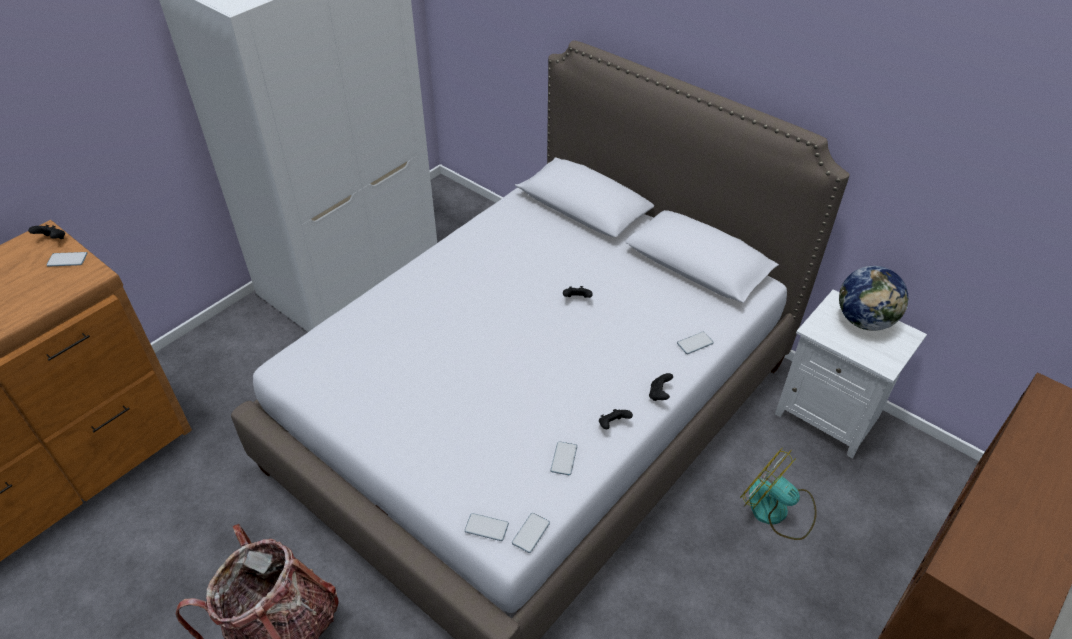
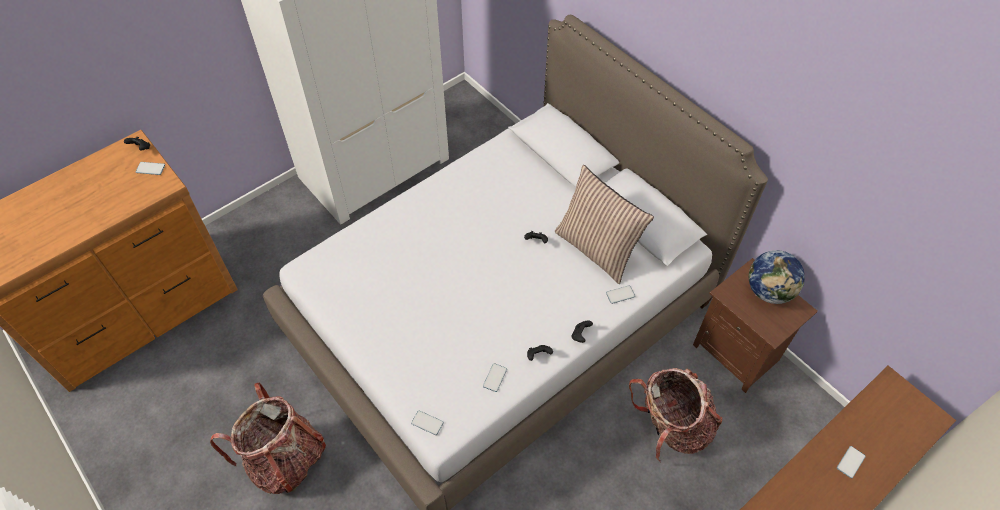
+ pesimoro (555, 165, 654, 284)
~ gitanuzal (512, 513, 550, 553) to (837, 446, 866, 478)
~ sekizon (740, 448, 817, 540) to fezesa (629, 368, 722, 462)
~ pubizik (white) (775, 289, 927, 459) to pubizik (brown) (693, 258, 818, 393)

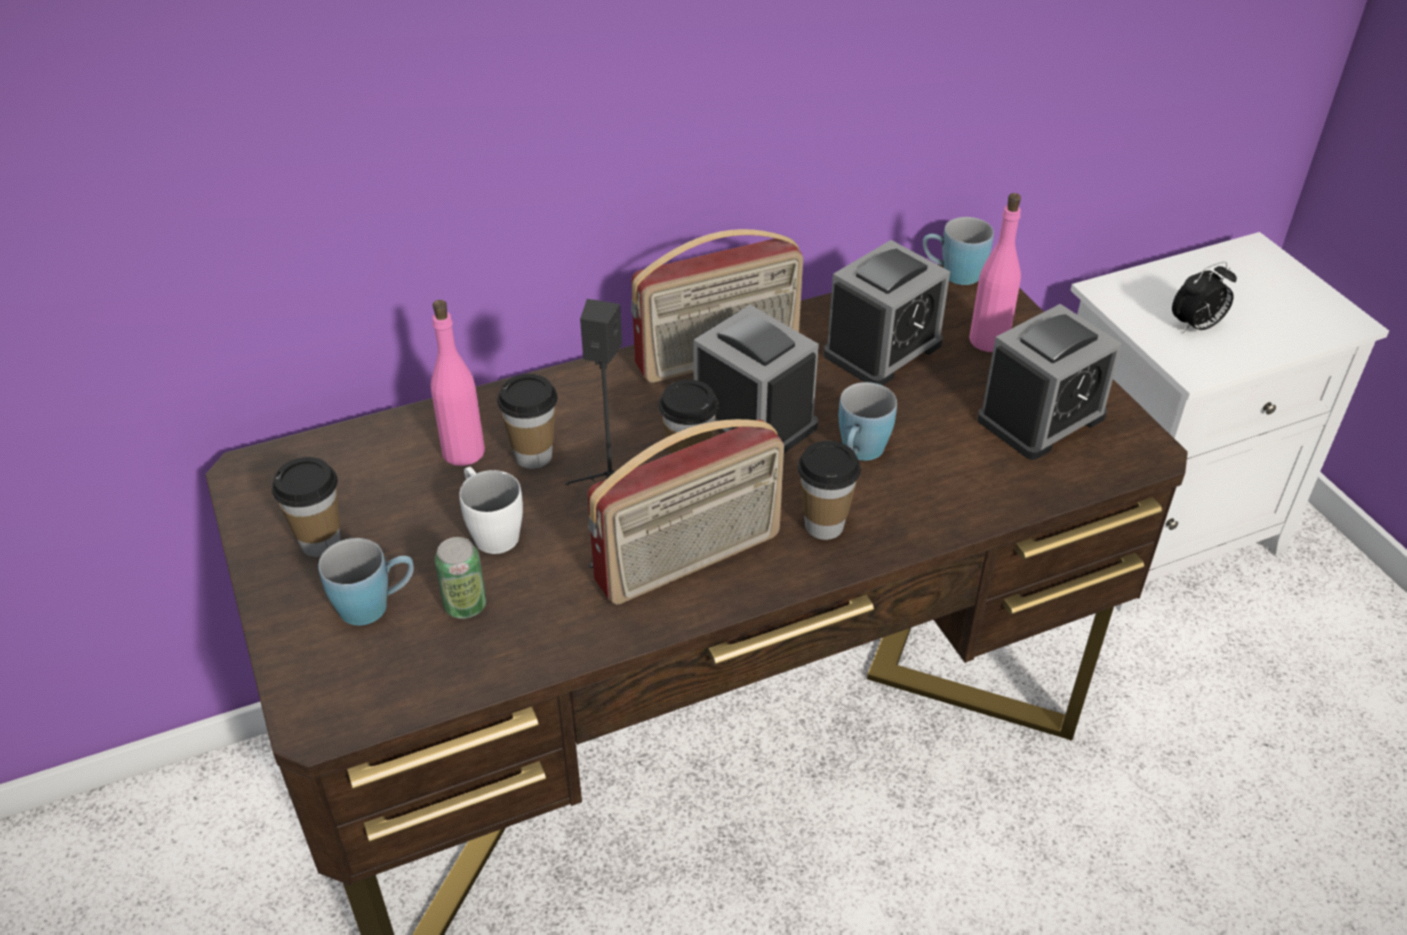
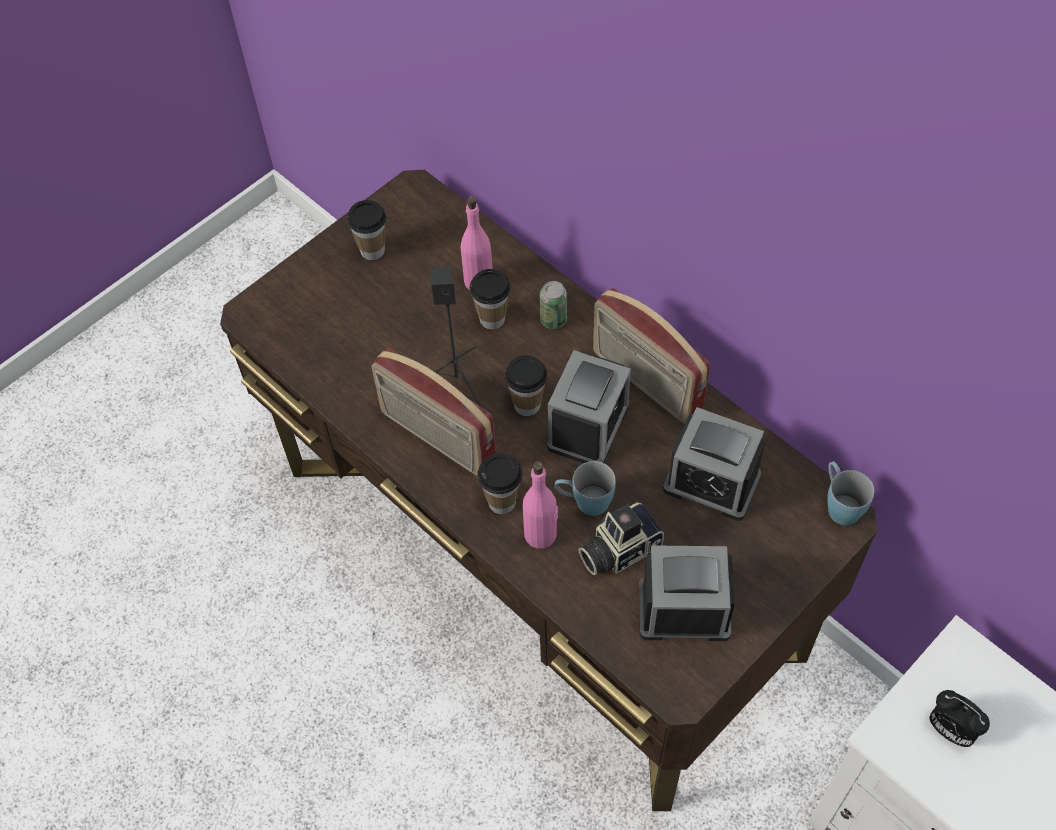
- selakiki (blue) (318, 538, 414, 626)
- selakiki (white) (459, 467, 523, 554)
+ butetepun (579, 502, 664, 575)
~ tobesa (435, 537, 486, 619) to (540, 281, 567, 329)
~ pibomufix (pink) (969, 193, 1021, 352) to (523, 461, 558, 549)
~ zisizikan (977, 304, 1122, 460) = (639, 545, 735, 641) 150 degrees clockwise

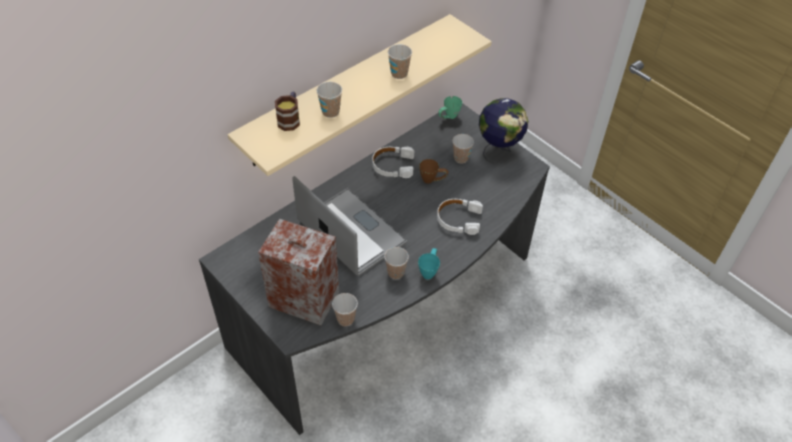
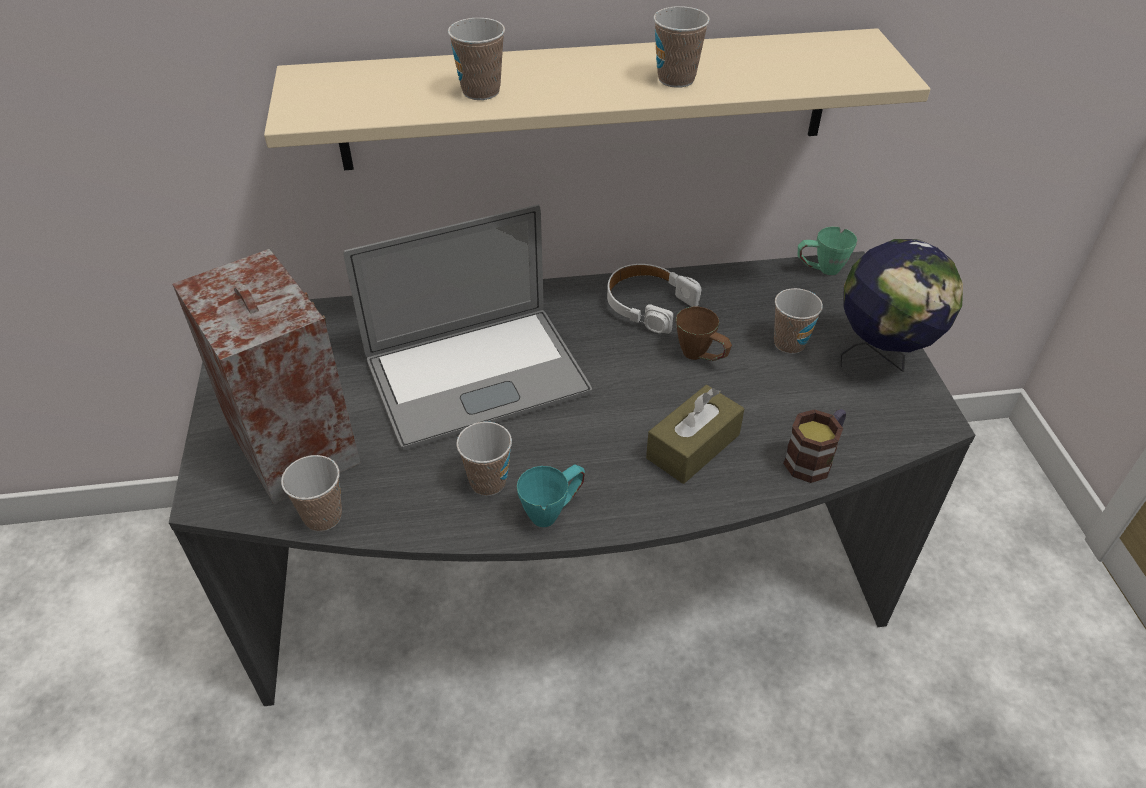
~ selakiki (275, 91, 300, 131) to (783, 409, 846, 483)
~ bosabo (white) (437, 199, 483, 235) to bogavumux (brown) (646, 385, 744, 484)
~ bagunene (292, 176, 407, 276) = (343, 205, 592, 451) 75 degrees clockwise

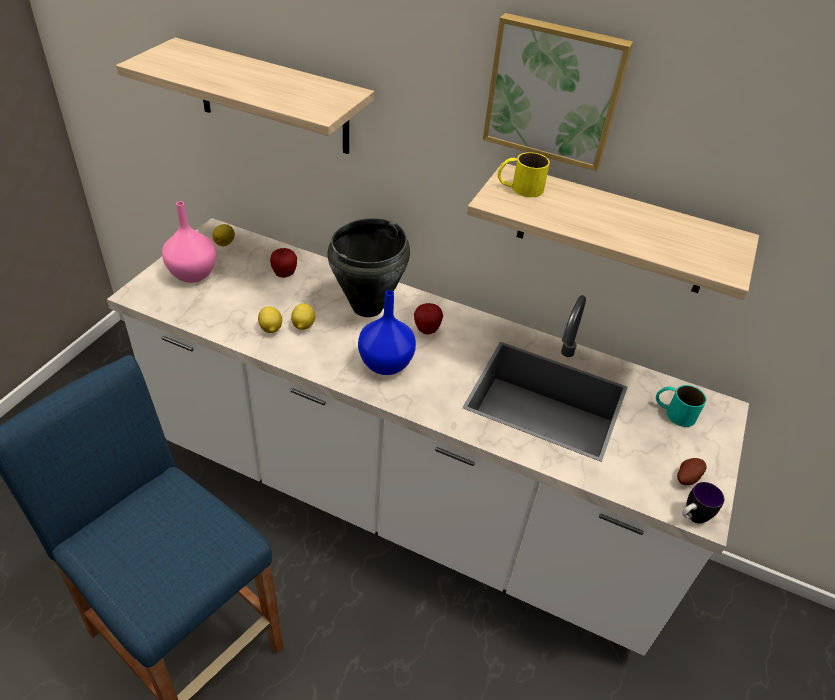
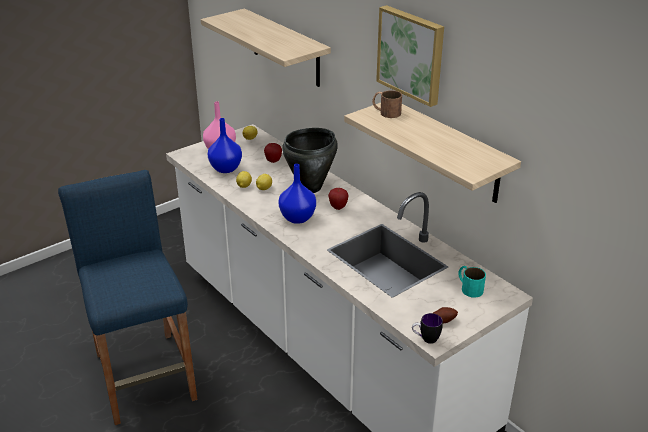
+ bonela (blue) (207, 118, 242, 173)
~ selakiki (yellow) (498, 152, 550, 197) to selakiki (brown) (372, 90, 402, 118)

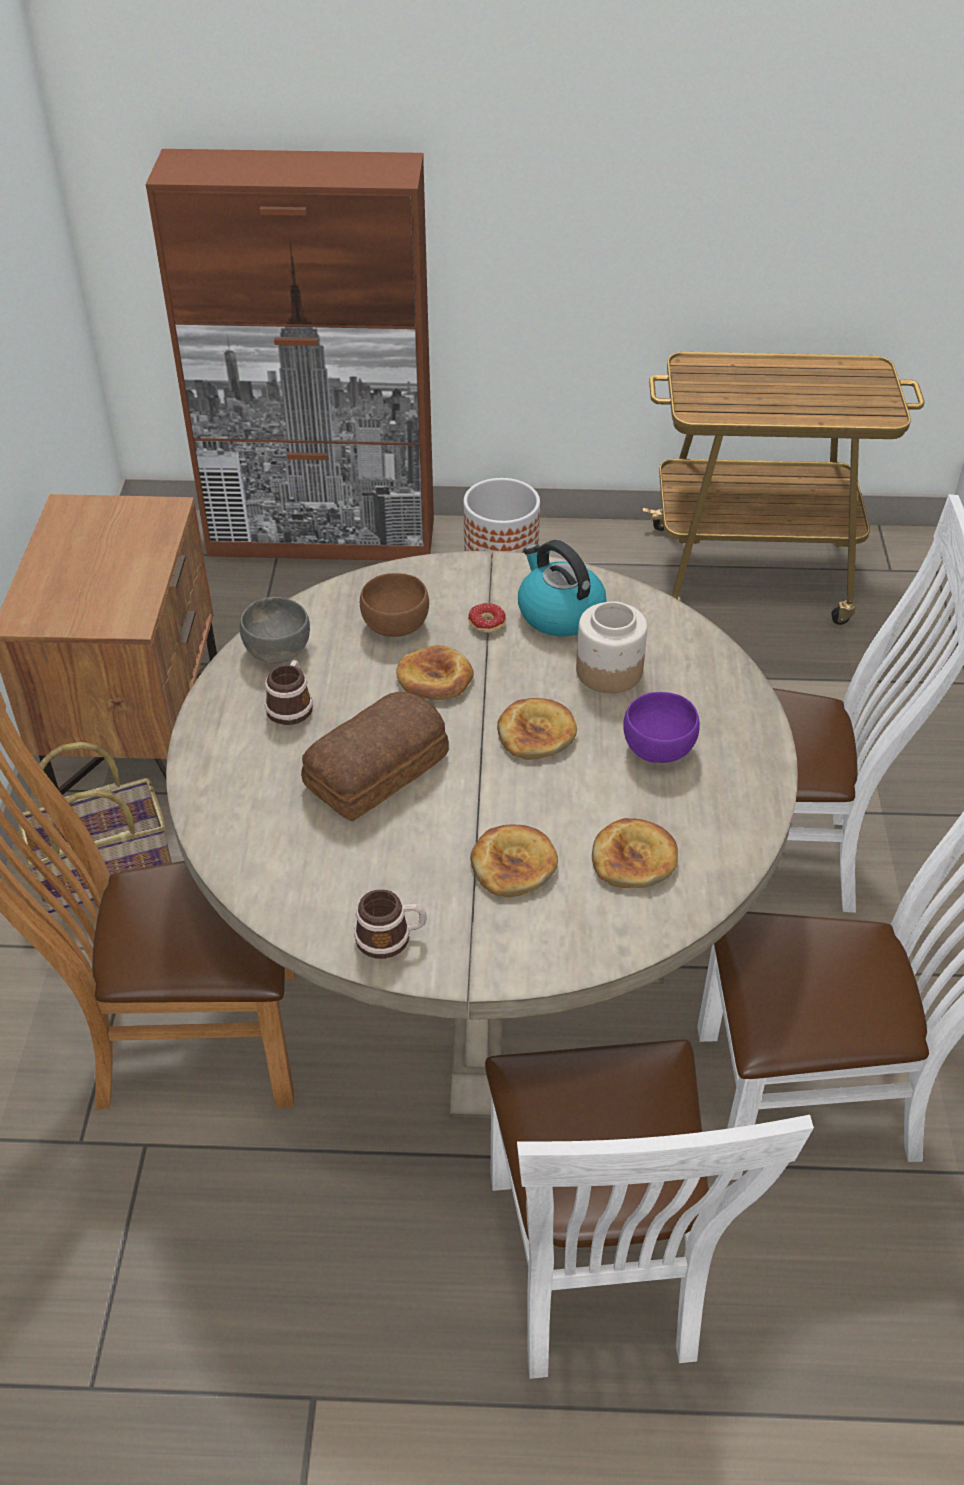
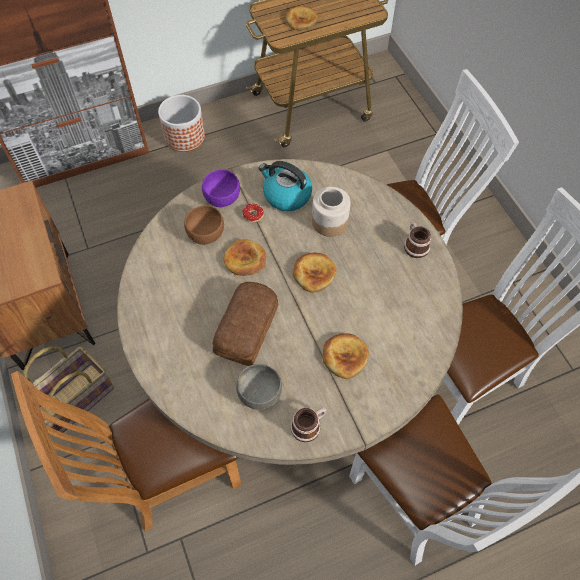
~ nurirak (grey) (240, 597, 310, 664) to (236, 364, 282, 410)
~ selakiki (265, 660, 313, 725) to (404, 222, 431, 258)
~ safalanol (592, 818, 678, 888) to (285, 6, 318, 31)
~ nurirak (purple) (623, 692, 700, 763) to (202, 169, 240, 207)

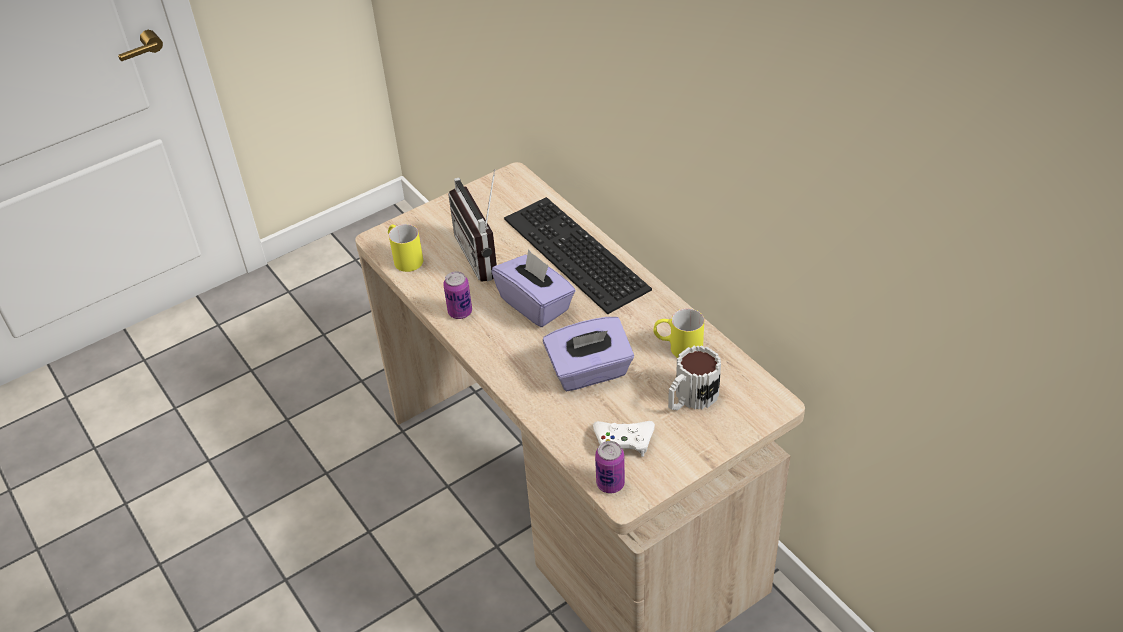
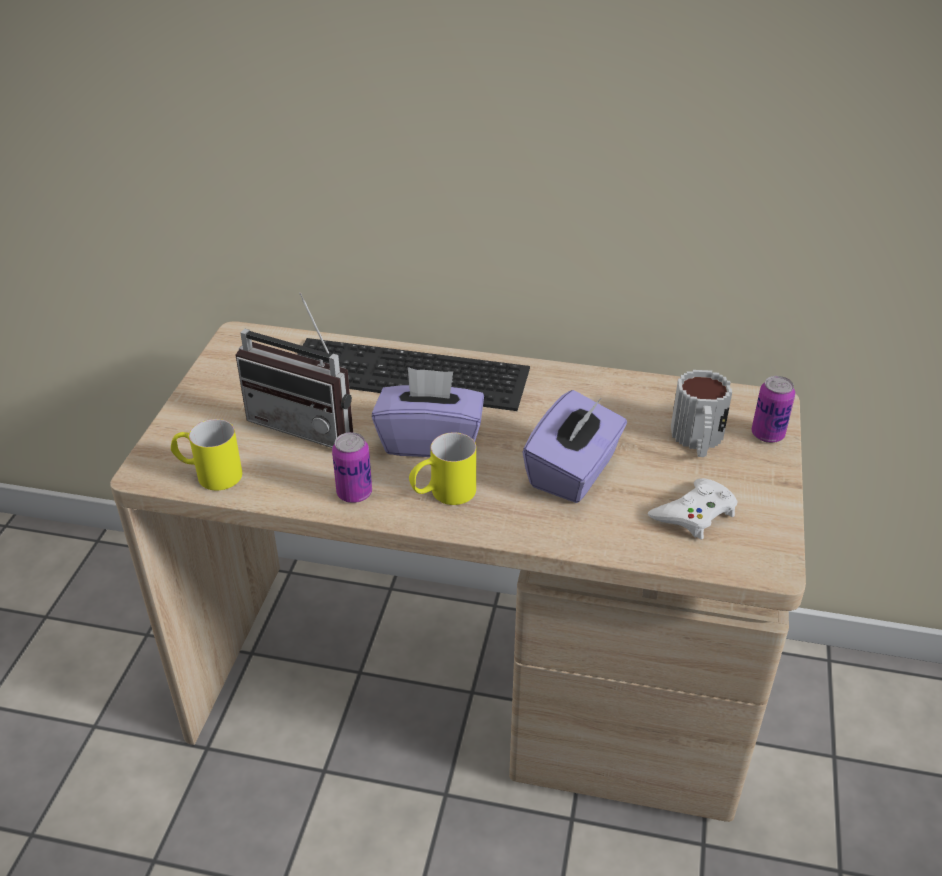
~ tobesa (595, 441, 625, 493) to (751, 376, 795, 443)
~ selakiki (yellow) (653, 308, 704, 358) to (409, 432, 476, 505)

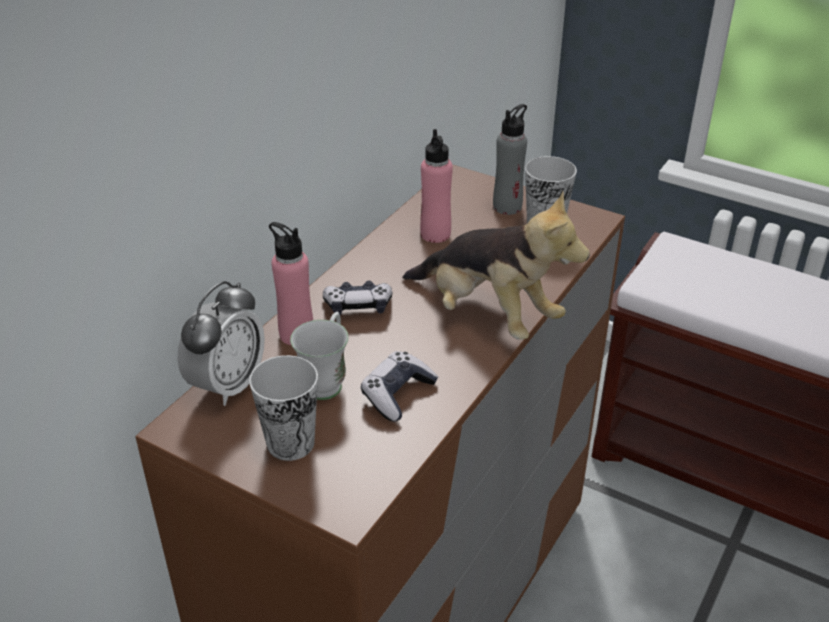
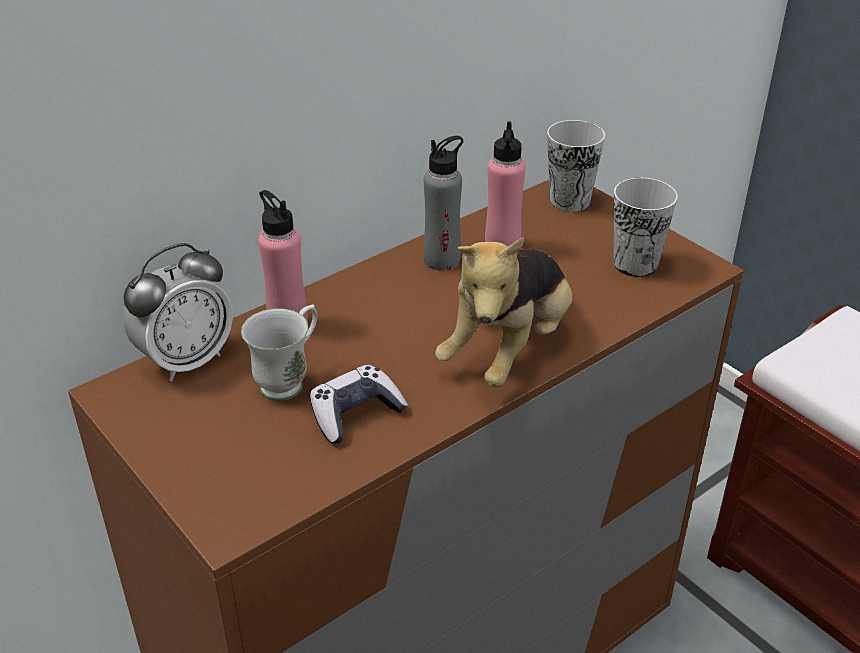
- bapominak (323, 281, 392, 315)
~ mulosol (249, 355, 318, 461) to (547, 120, 605, 212)
~ pibomufix (grey) (493, 104, 527, 215) to (424, 136, 463, 271)
~ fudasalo (403, 191, 590, 340) = (435, 237, 572, 387) 60 degrees clockwise

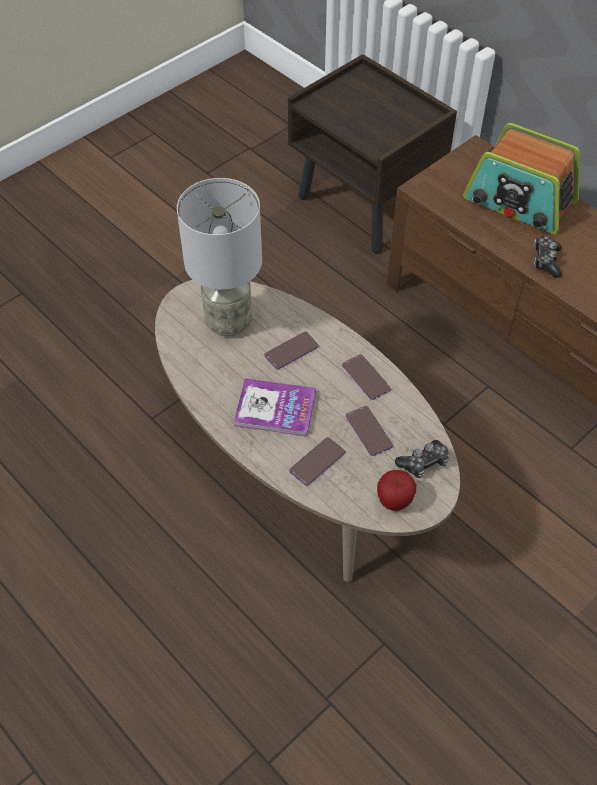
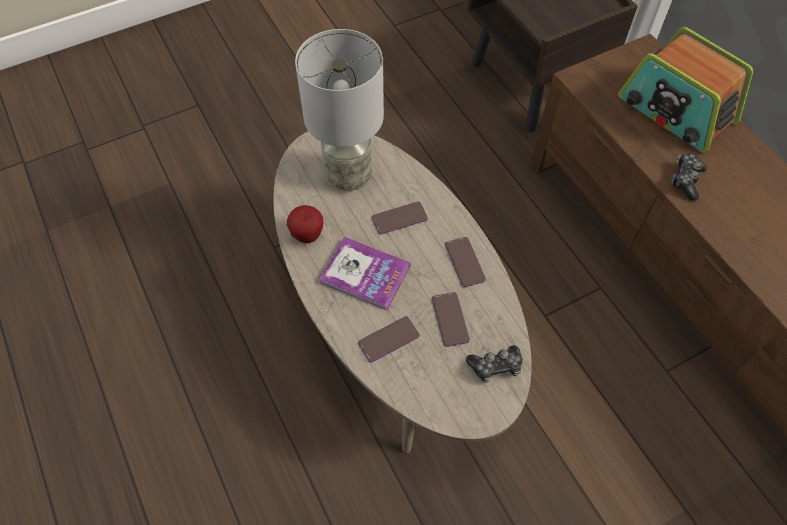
~ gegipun (377, 470, 416, 511) to (287, 205, 323, 243)

